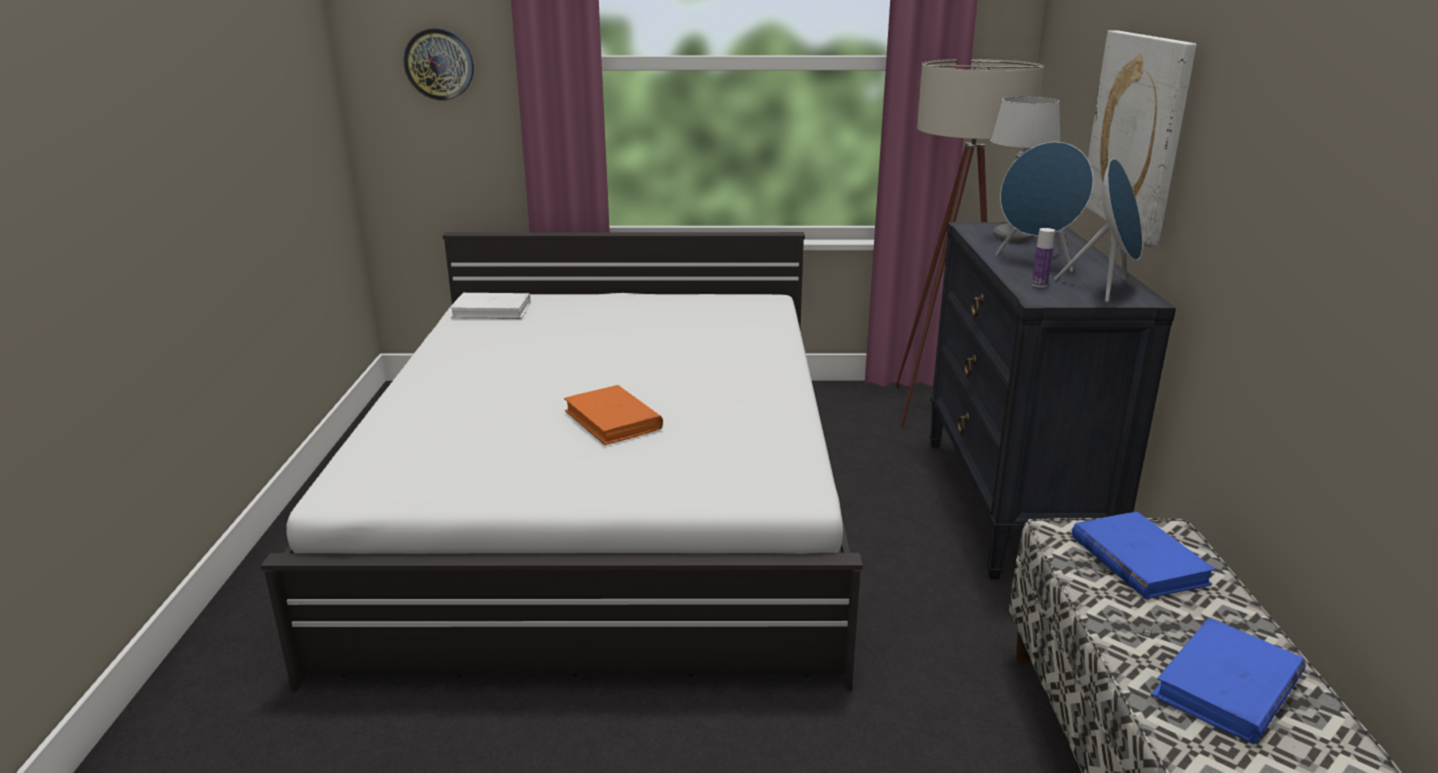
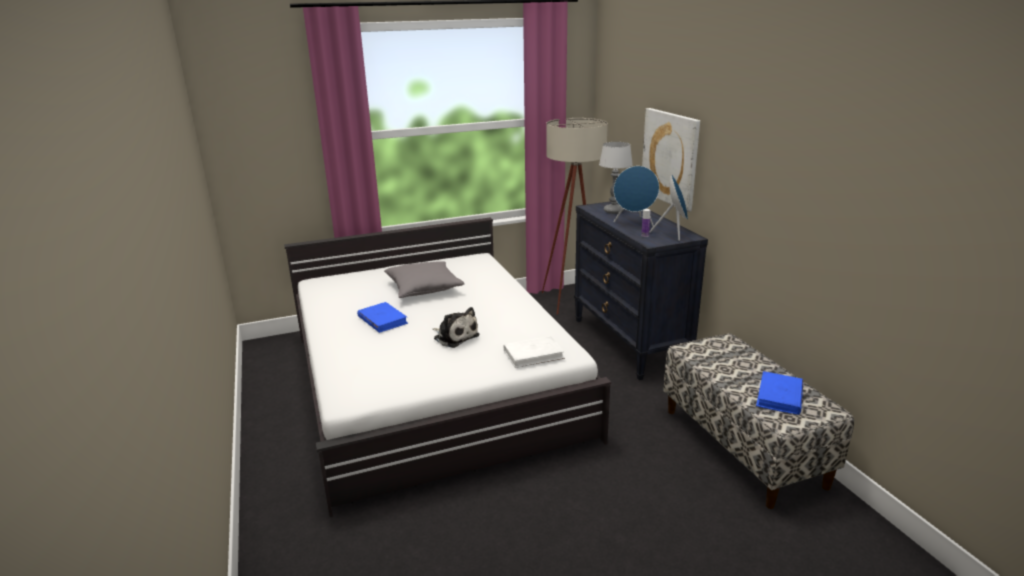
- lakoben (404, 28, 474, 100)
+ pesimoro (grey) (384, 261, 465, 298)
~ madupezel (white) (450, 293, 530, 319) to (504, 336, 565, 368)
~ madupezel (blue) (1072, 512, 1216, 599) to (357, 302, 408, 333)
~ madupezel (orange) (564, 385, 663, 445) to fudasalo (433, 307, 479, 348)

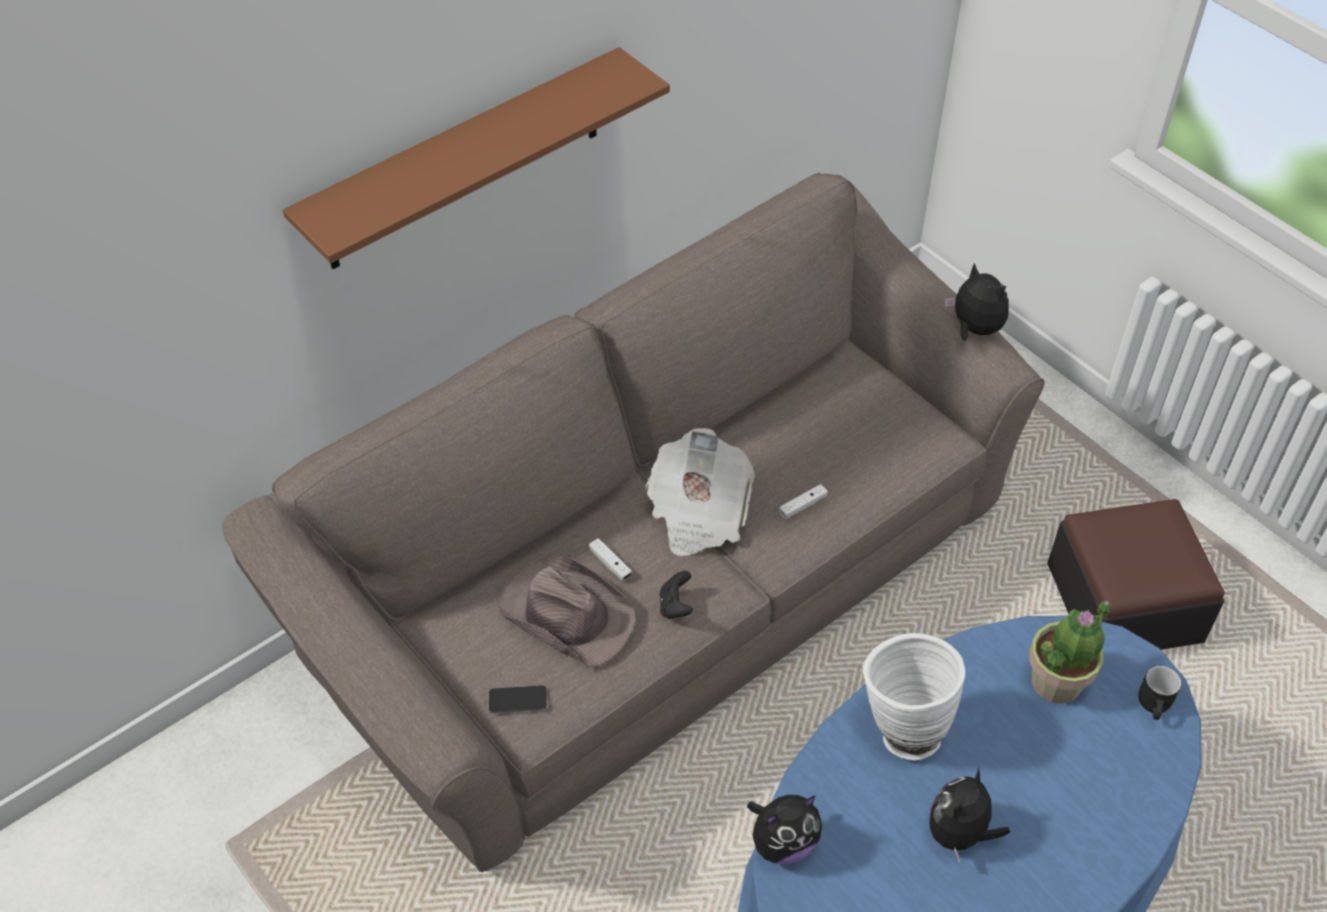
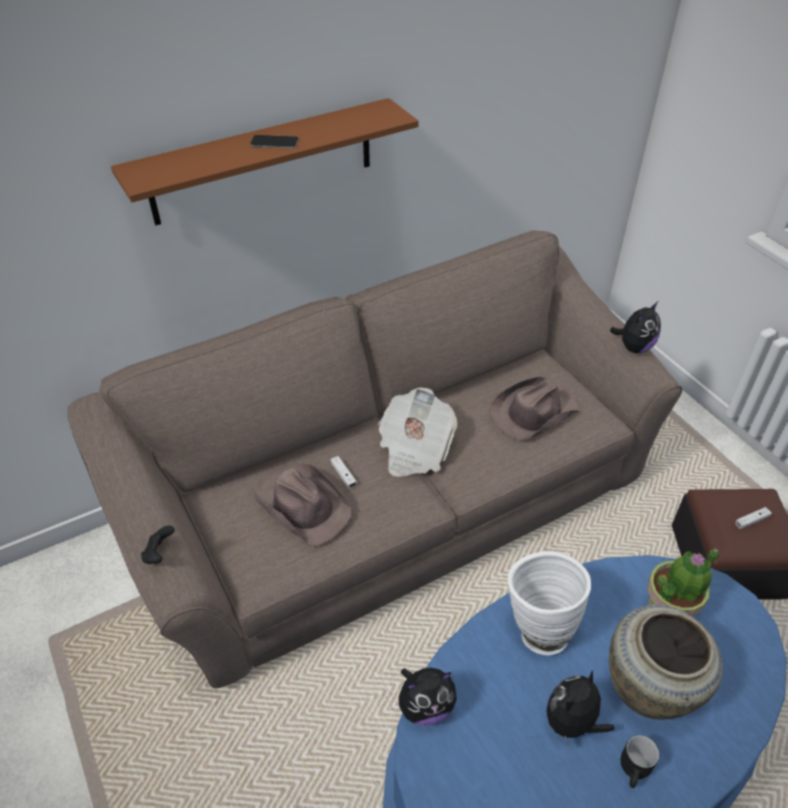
+ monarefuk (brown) (489, 377, 579, 440)
+ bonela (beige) (609, 605, 723, 720)
~ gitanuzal (489, 685, 547, 713) to (250, 135, 299, 148)
~ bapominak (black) (660, 571, 693, 619) to (141, 525, 175, 564)
~ bapominak (white) (779, 484, 828, 519) to (735, 507, 772, 529)
~ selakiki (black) (1139, 666, 1182, 720) to (621, 735, 659, 788)
~ fudasalo (945, 263, 1009, 341) = (610, 302, 661, 353) 75 degrees clockwise

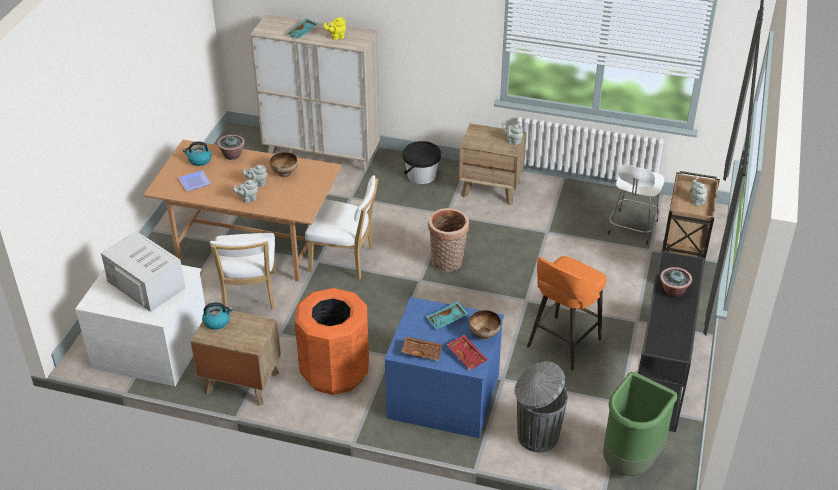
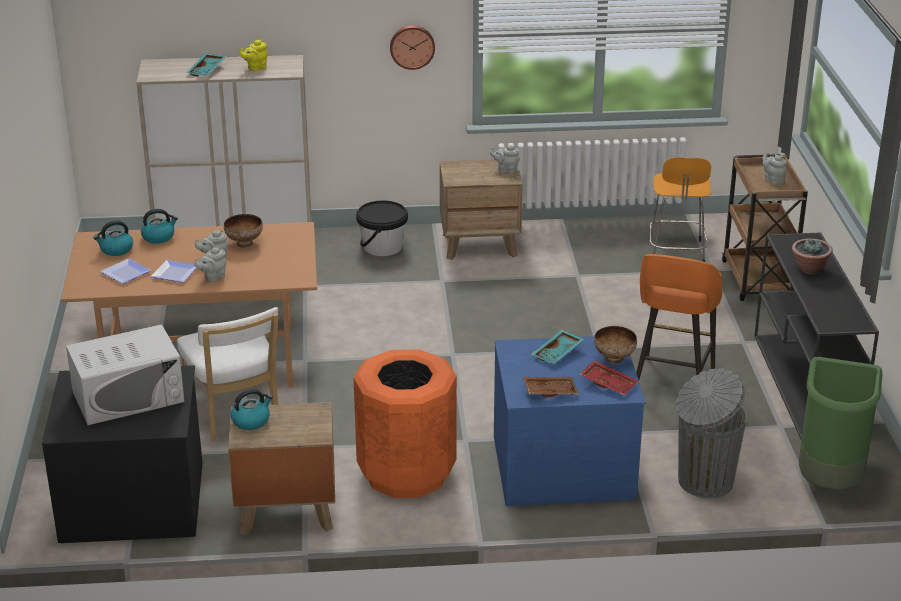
- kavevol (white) (305, 175, 378, 279)
- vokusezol (428, 208, 469, 272)
+ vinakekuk (150, 260, 197, 283)
+ lakoben (390, 26, 435, 70)
~ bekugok (217, 135, 245, 160) to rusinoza (141, 209, 178, 244)
~ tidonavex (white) (75, 265, 205, 386) to tidonavex (black) (42, 365, 203, 543)
~ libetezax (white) (608, 164, 664, 245) to libetezax (orange) (649, 157, 711, 262)
~ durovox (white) (101, 231, 185, 312) = (66, 324, 184, 425) 135 degrees clockwise

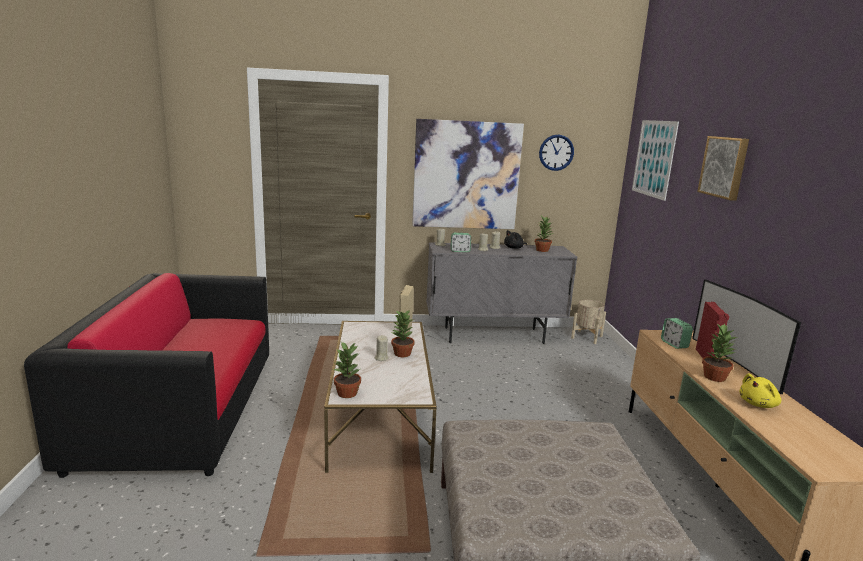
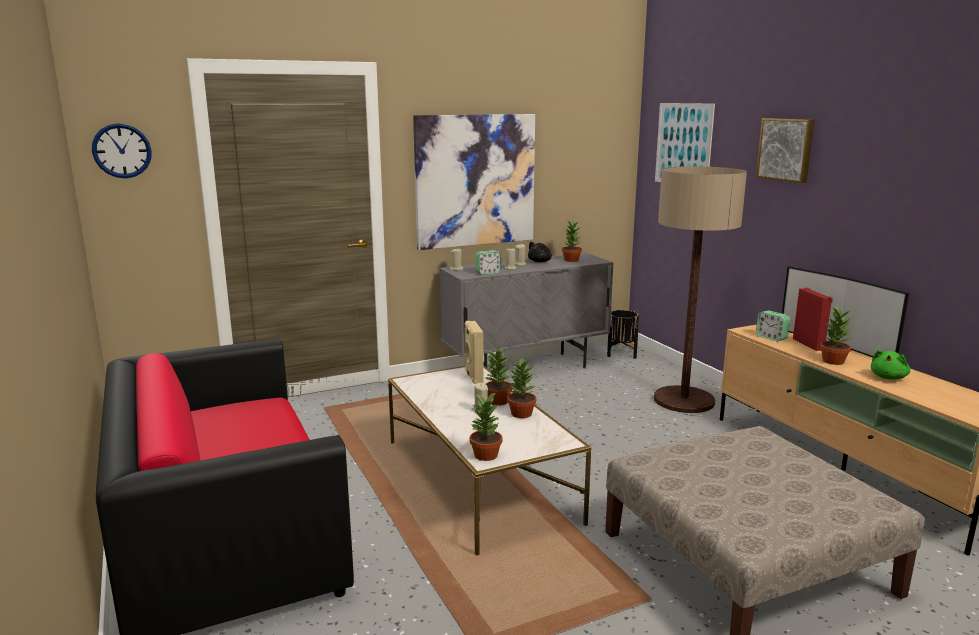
+ bekugok (507, 357, 537, 418)
+ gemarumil (654, 166, 747, 413)
~ lakoben (539, 134, 574, 171) to (92, 123, 152, 178)
~ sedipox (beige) (571, 300, 606, 344) to sedipox (black) (607, 310, 639, 359)
~ fudasalo (yellow) (739, 374, 781, 408) to fudasalo (green) (871, 349, 910, 380)

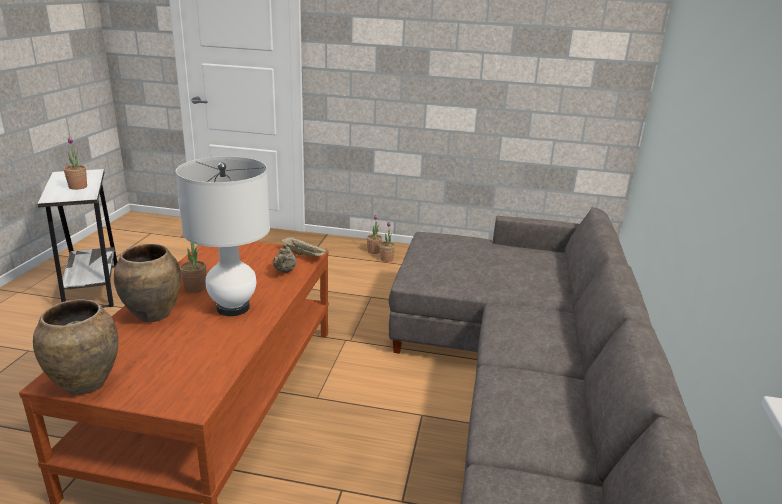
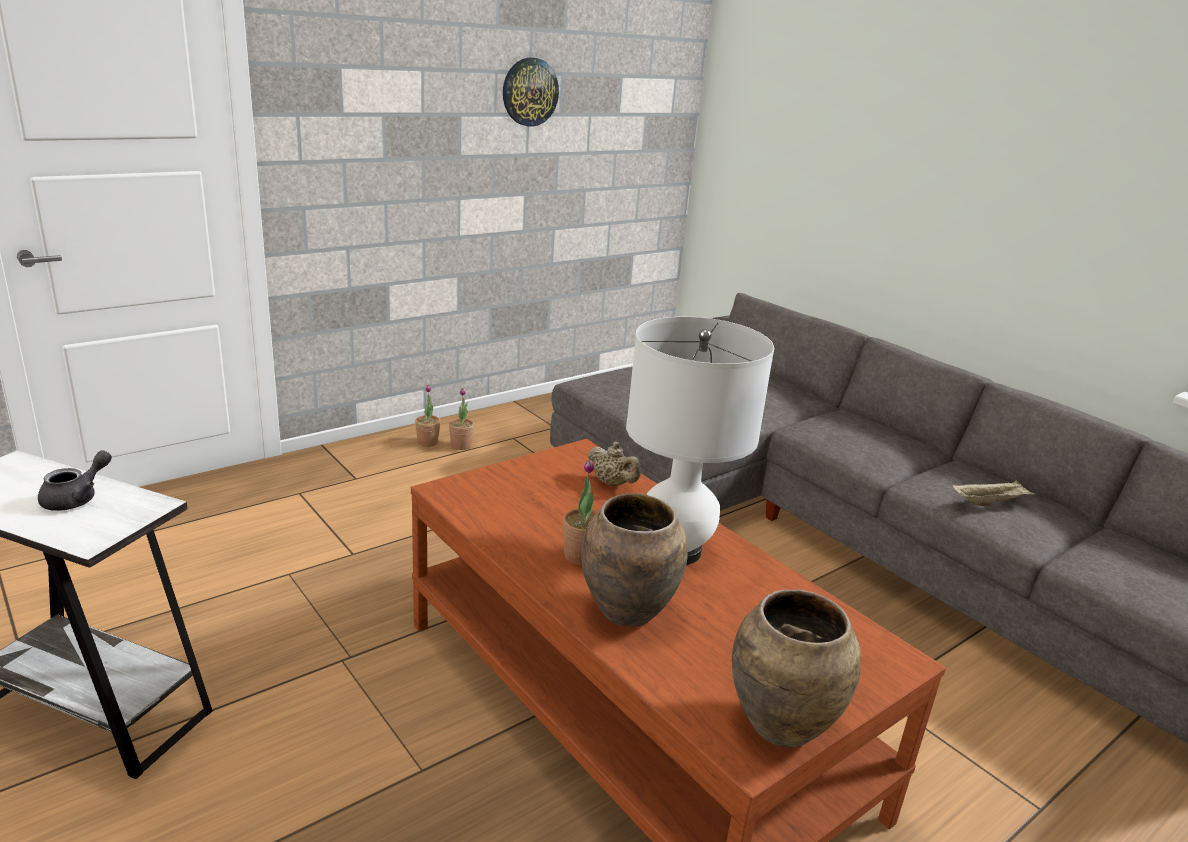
+ lakoben (503, 58, 559, 127)
~ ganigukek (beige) (281, 236, 327, 256) to (952, 480, 1036, 506)
~ bekugok (63, 138, 87, 190) to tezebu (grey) (38, 450, 112, 511)

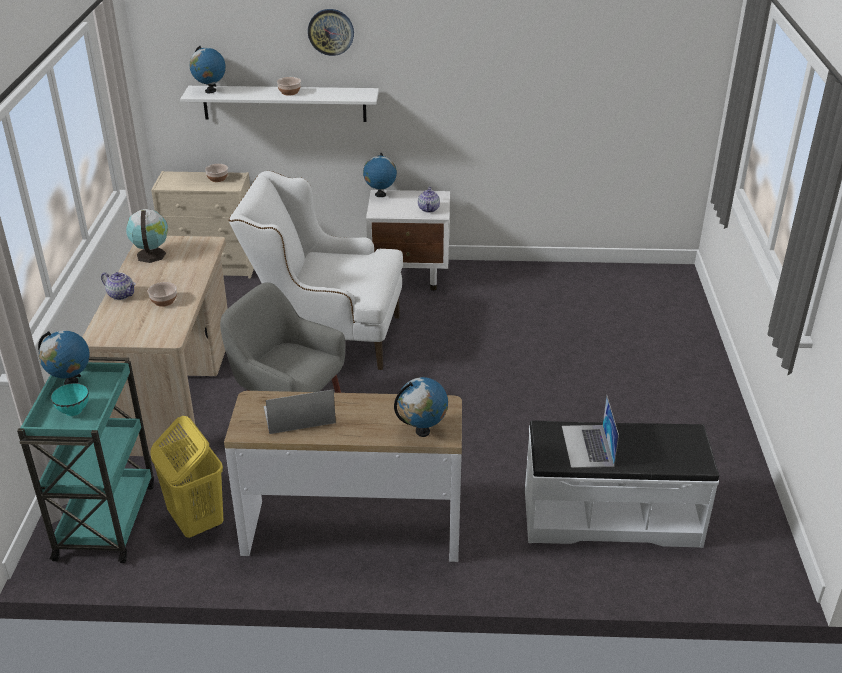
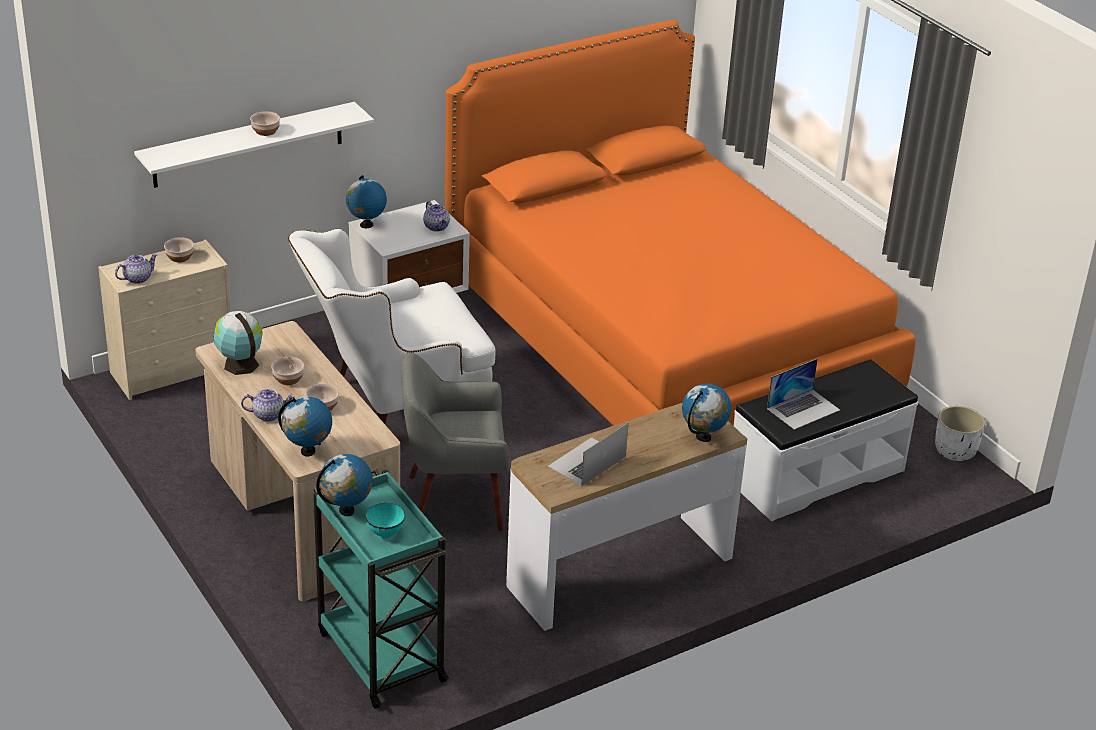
- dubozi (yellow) (150, 416, 224, 538)
- lakoben (308, 9, 354, 56)
+ tezebu (115, 254, 158, 284)
+ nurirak (271, 357, 304, 385)
+ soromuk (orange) (445, 20, 916, 426)
+ sedipox (white) (935, 406, 985, 461)
~ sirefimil (189, 46, 226, 93) to (278, 396, 332, 457)
~ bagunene (562, 395, 619, 468) = (767, 358, 840, 430) 90 degrees counterclockwise

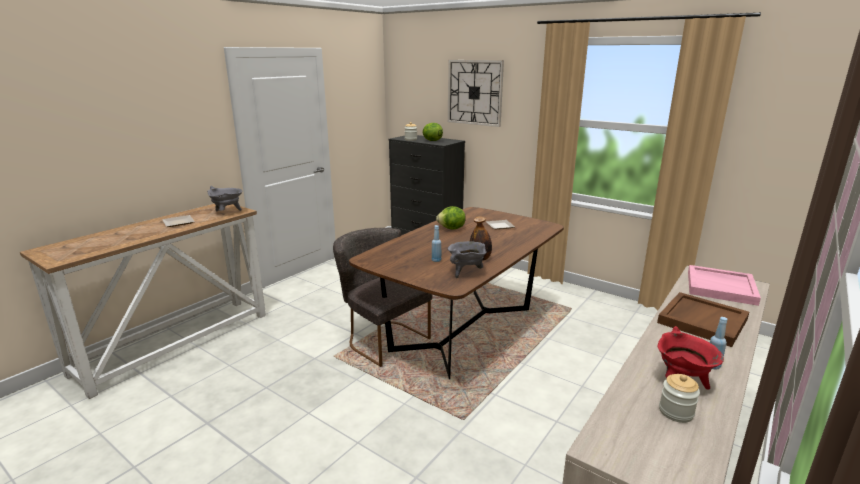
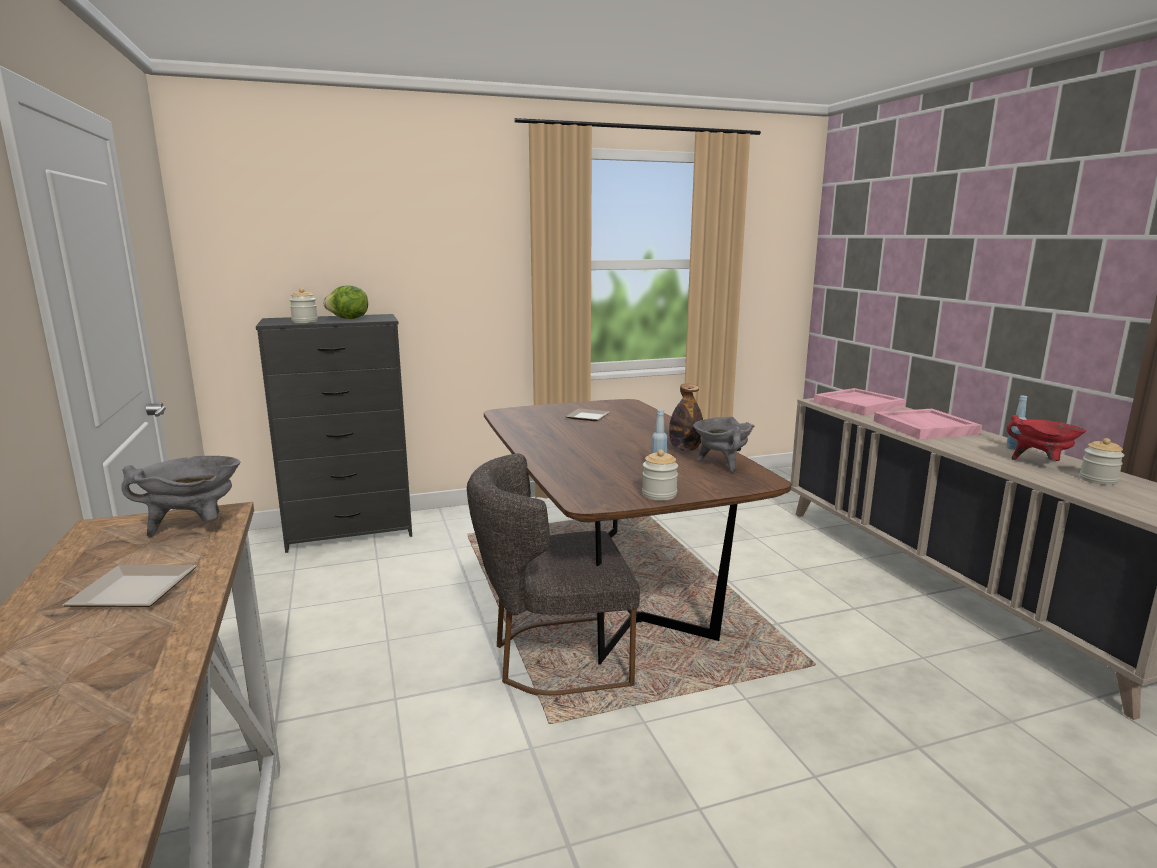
- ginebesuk (436, 206, 465, 230)
- lakoben (448, 60, 504, 127)
+ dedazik (642, 450, 678, 501)
~ ganigukek (brown) (657, 292, 749, 347) to ganigukek (pink) (874, 409, 982, 439)

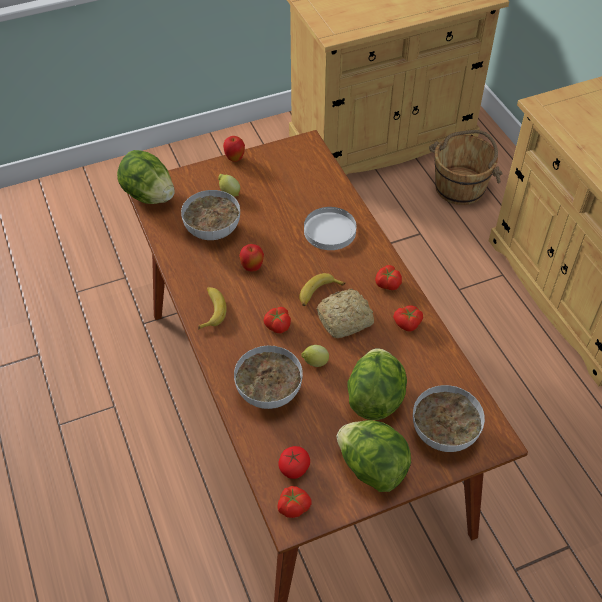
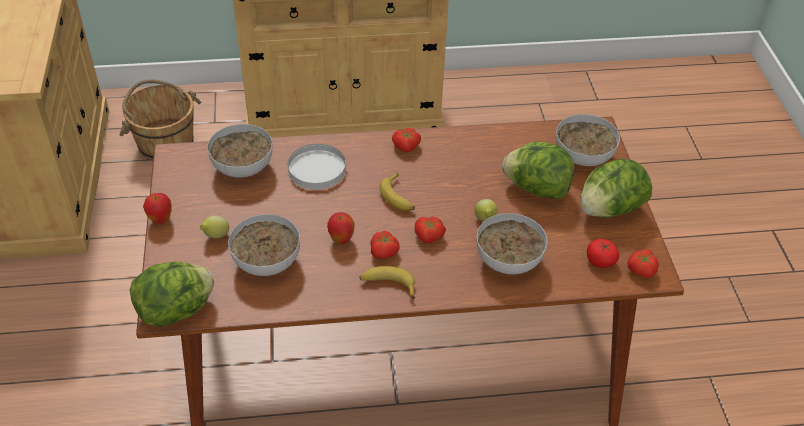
- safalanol (317, 289, 374, 338)
+ nurirak (207, 124, 273, 178)
~ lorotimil (393, 305, 423, 332) to (370, 231, 400, 259)

